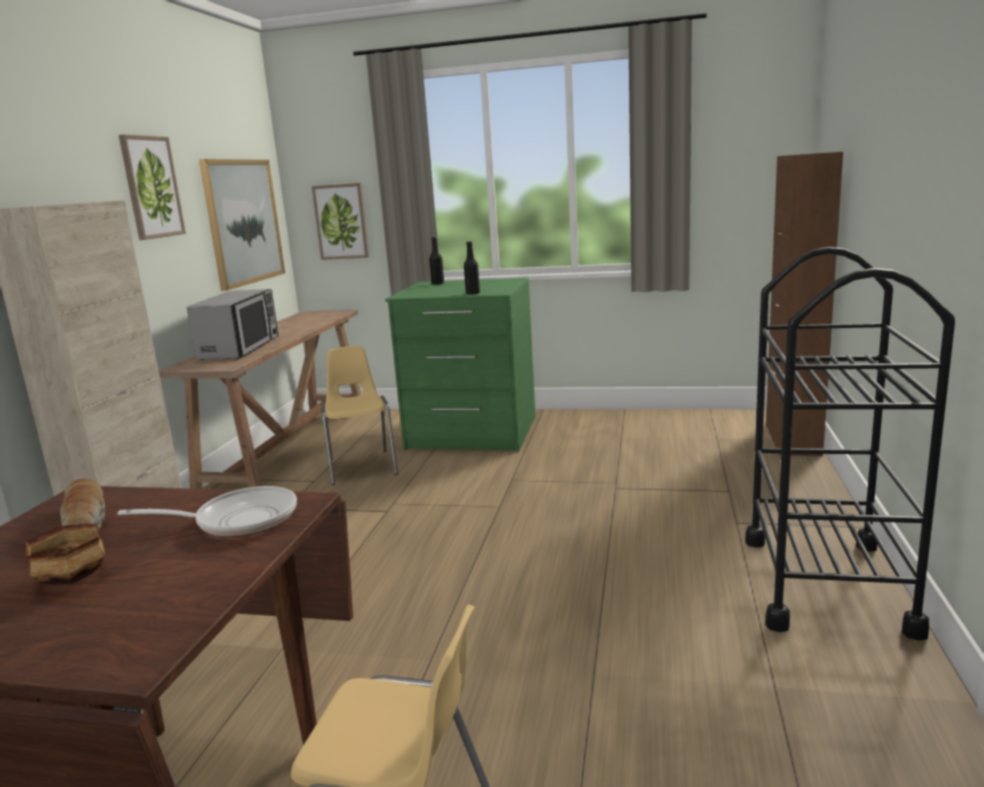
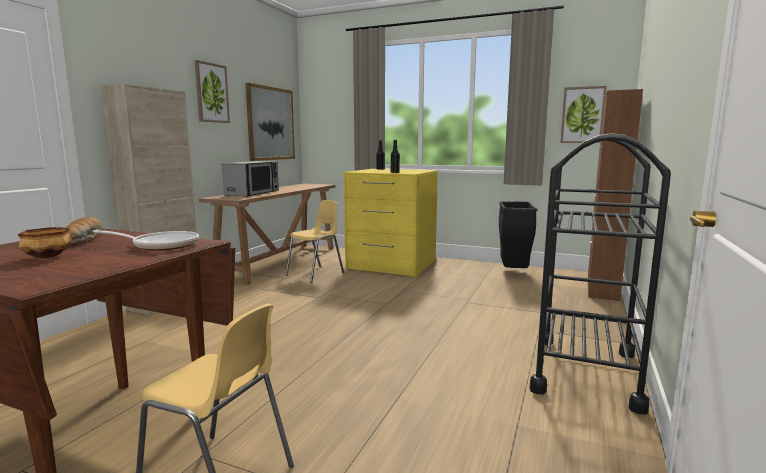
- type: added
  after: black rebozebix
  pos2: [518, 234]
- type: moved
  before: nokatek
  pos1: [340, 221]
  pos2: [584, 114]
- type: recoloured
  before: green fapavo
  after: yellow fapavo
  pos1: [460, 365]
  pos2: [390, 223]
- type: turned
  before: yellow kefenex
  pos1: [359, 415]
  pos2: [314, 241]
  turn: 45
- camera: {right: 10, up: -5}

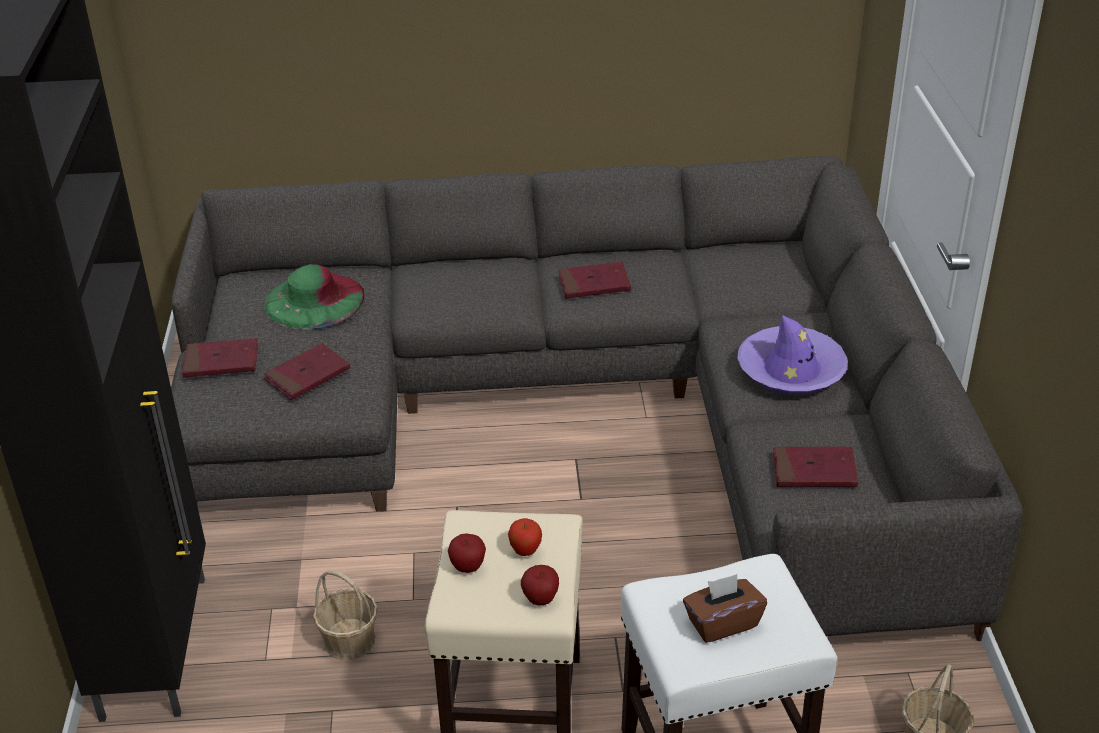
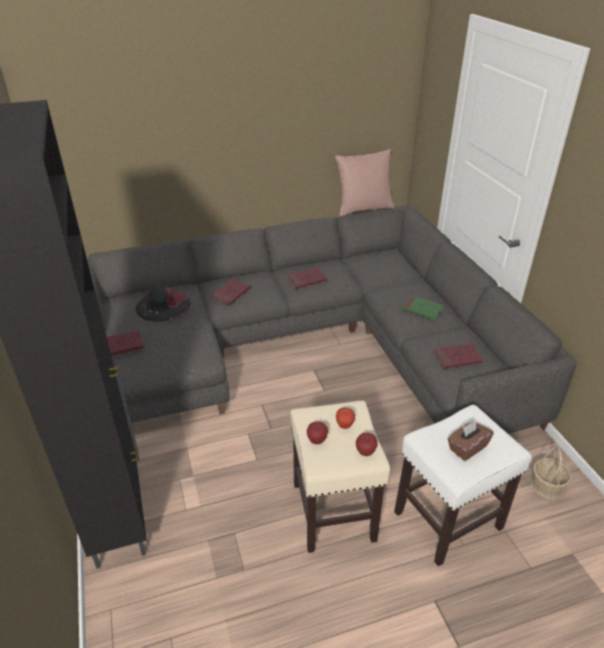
- type: removed
  before: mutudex
  pos1: [345, 615]
- type: added
  after: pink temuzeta
  pos2: [365, 183]
- type: moved
  before: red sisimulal
  pos1: [307, 371]
  pos2: [231, 292]
- type: replaced
  before: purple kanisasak
  after: green sisimulal
  pos1: [792, 354]
  pos2: [422, 307]
- type: recoloured
  before: green kanisasak
  after: black kanisasak
  pos1: [314, 297]
  pos2: [163, 304]
- camera: {right: -15, up: 0}

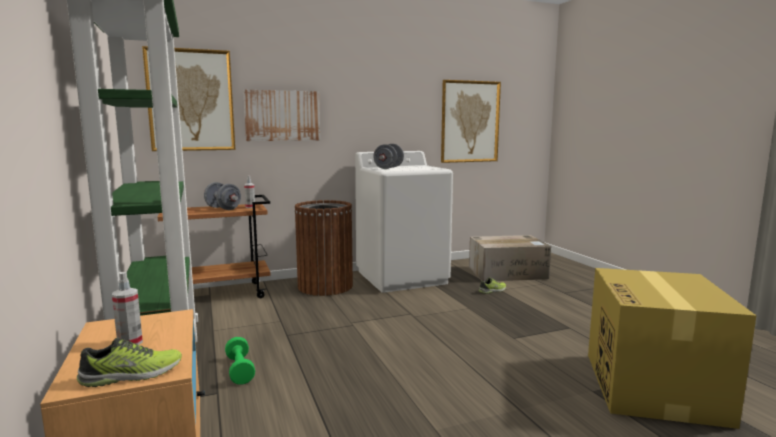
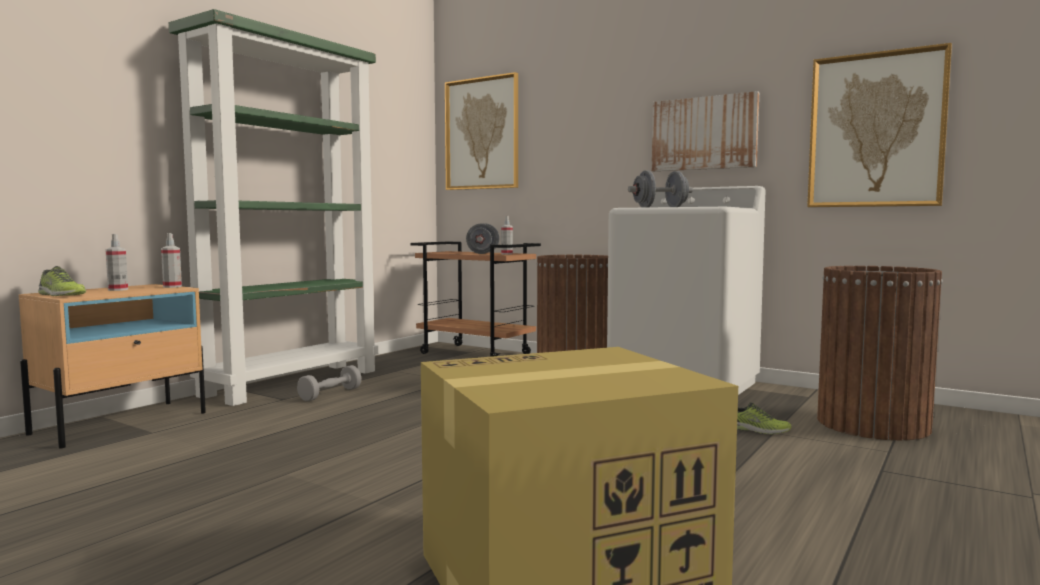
- type: added
  after: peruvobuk
  pos2: [171, 260]
- type: moved
  before: nokatek
  pos1: [281, 115]
  pos2: [705, 131]
- type: replaced
  before: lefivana
  after: brown rebozebix
  pos1: [510, 258]
  pos2: [880, 353]
- type: recoloured
  before: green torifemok
  after: grey torifemok
  pos1: [240, 361]
  pos2: [329, 383]
- camera: {right: 55, up: -5}

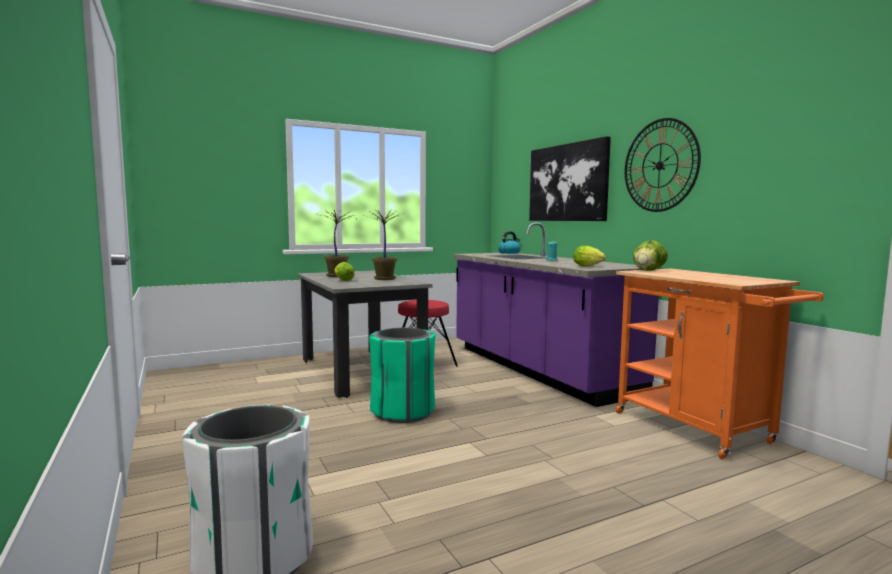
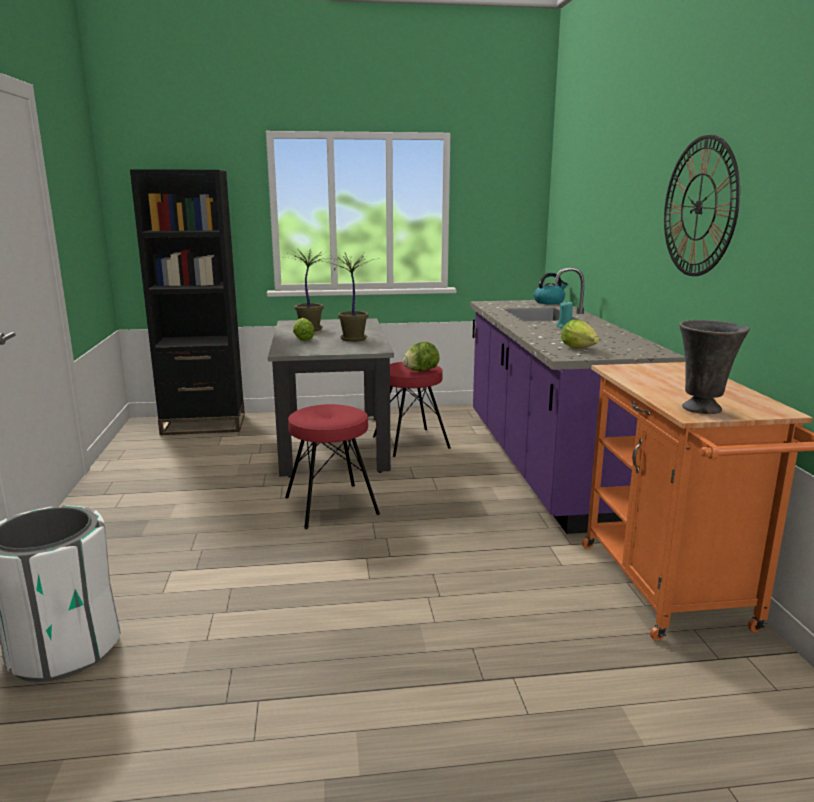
- type: removed
  before: nokatek
  pos1: [570, 178]
- type: added
  after: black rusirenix
  pos2: [187, 302]
- type: added
  after: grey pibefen
  pos2: [714, 367]
- type: moved
  before: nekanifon
  pos1: [650, 255]
  pos2: [420, 356]
- type: replaced
  before: green rebozebix
  after: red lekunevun
  pos1: [402, 375]
  pos2: [332, 466]
- camera: {right: 20, up: 10}

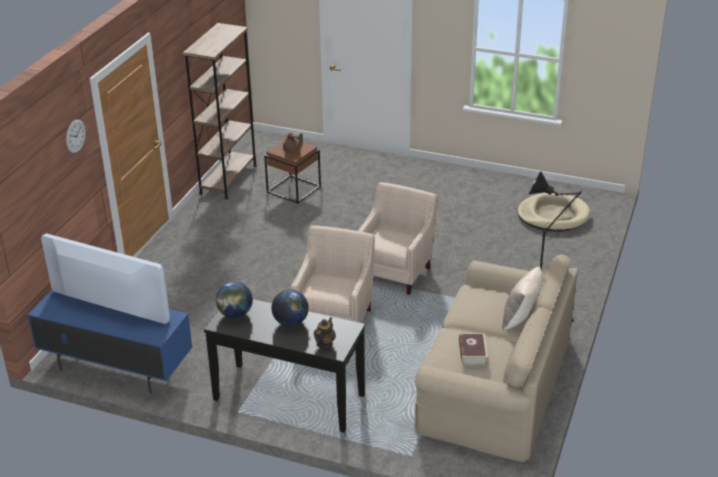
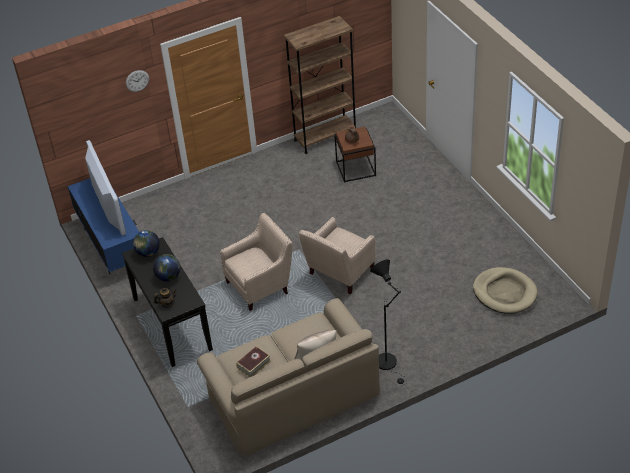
- type: turned
  before: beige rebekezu
  pos1: [398, 238]
  pos2: [337, 255]
  turn: 150
- camera: {right: 45, up: 10}

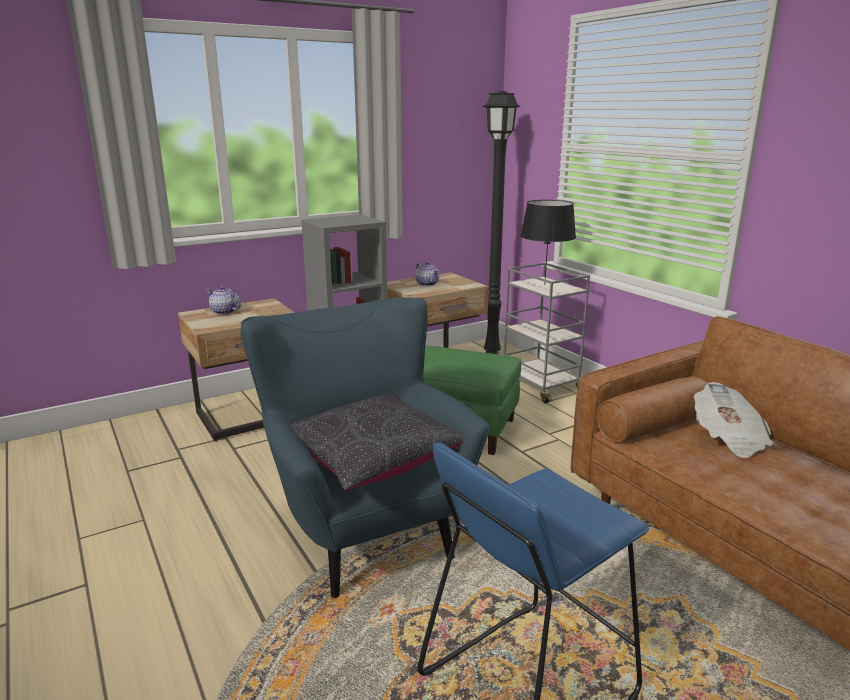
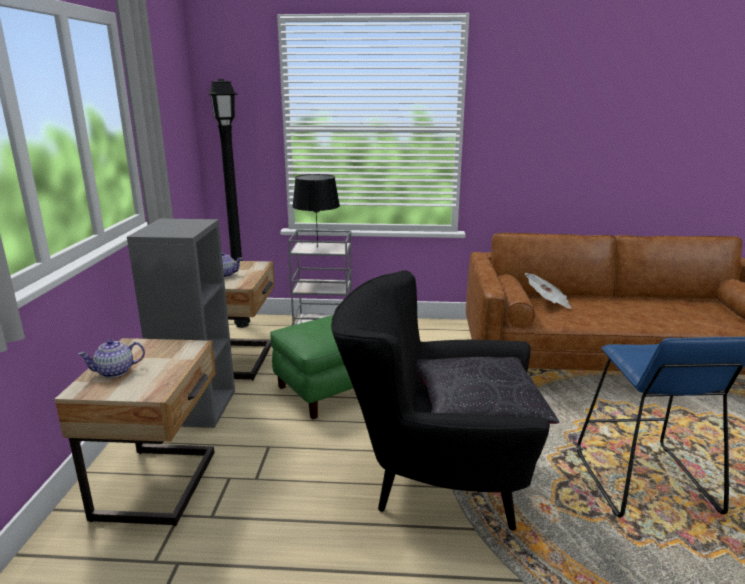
- type: recoloured
  before: blue rebekezu
  after: black rebekezu
  pos1: [365, 447]
  pos2: [440, 400]
- camera: {right: -55, up: 0}

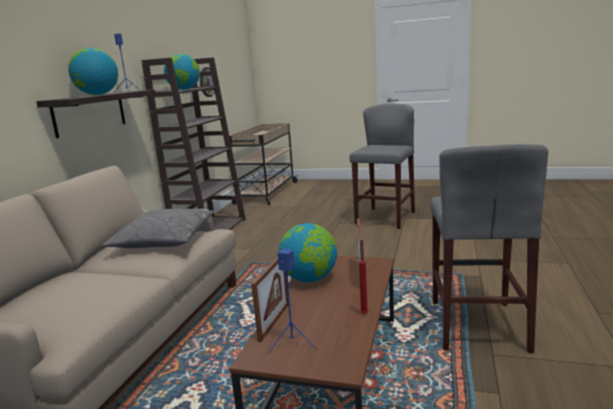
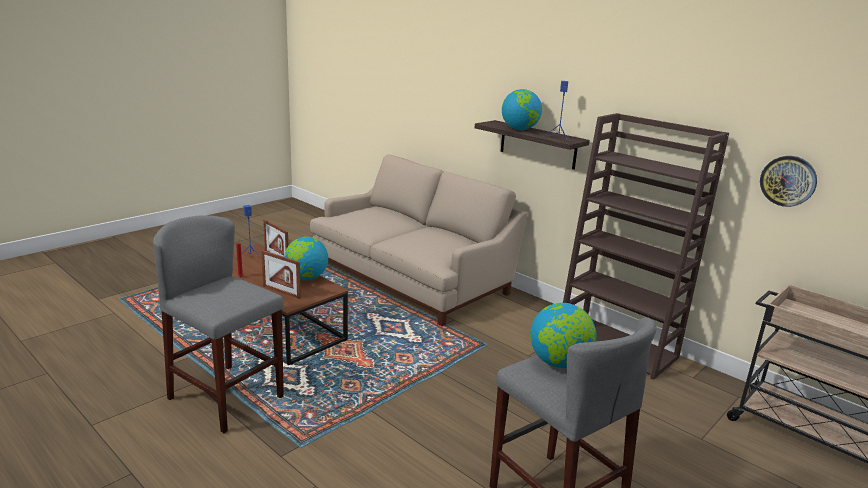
- type: removed
  before: grey temuzeta
  pos1: [158, 228]
- type: moved
  before: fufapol
  pos1: [182, 72]
  pos2: [563, 335]
- camera: {right: 115, up: 5}

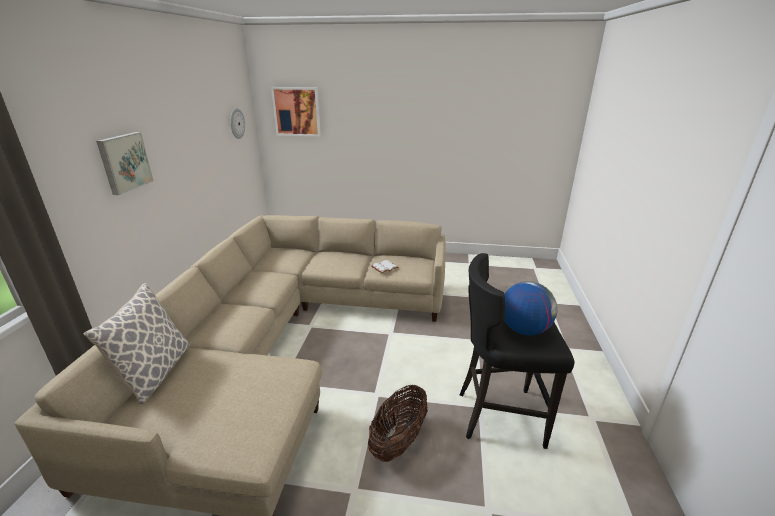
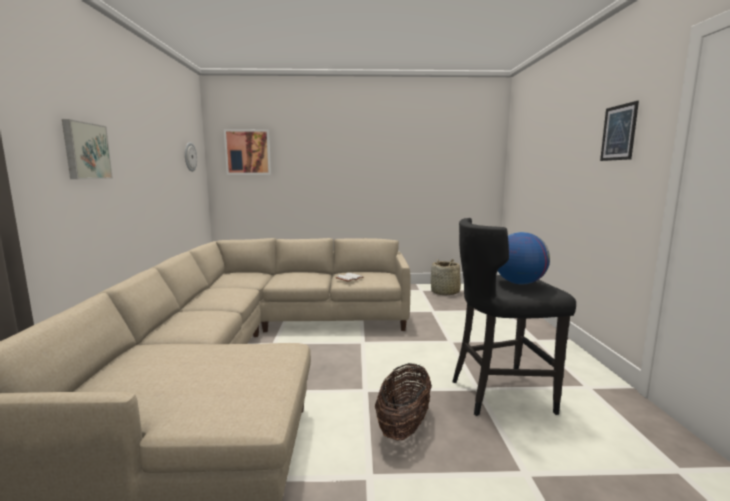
- type: removed
  before: temuzeta
  pos1: [137, 344]
- type: added
  after: mutudex
  pos2: [446, 277]
- type: added
  after: nokatek
  pos2: [619, 131]
- camera: {right: -10, up: -15}

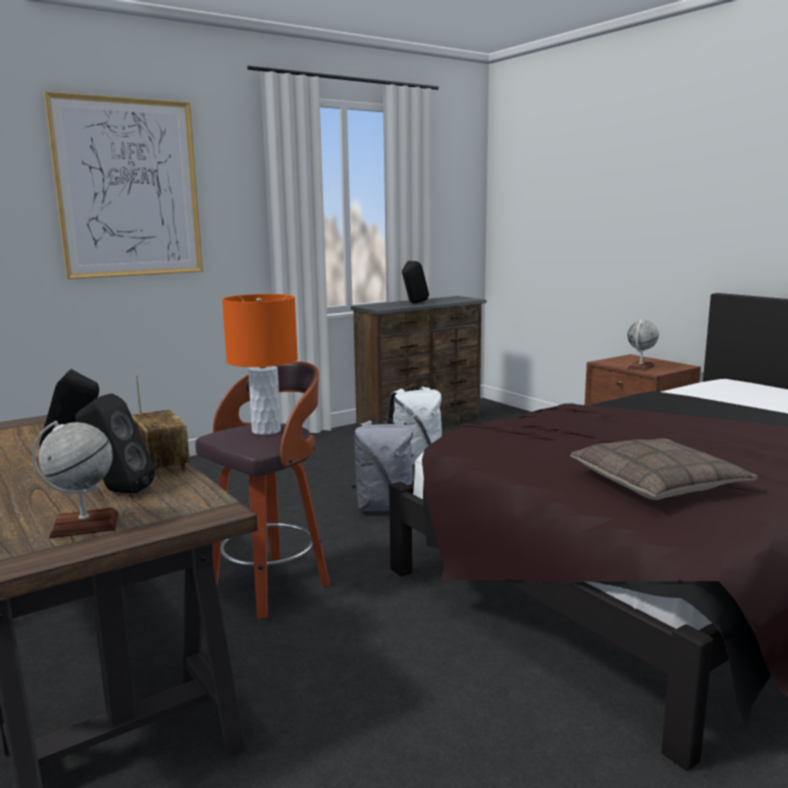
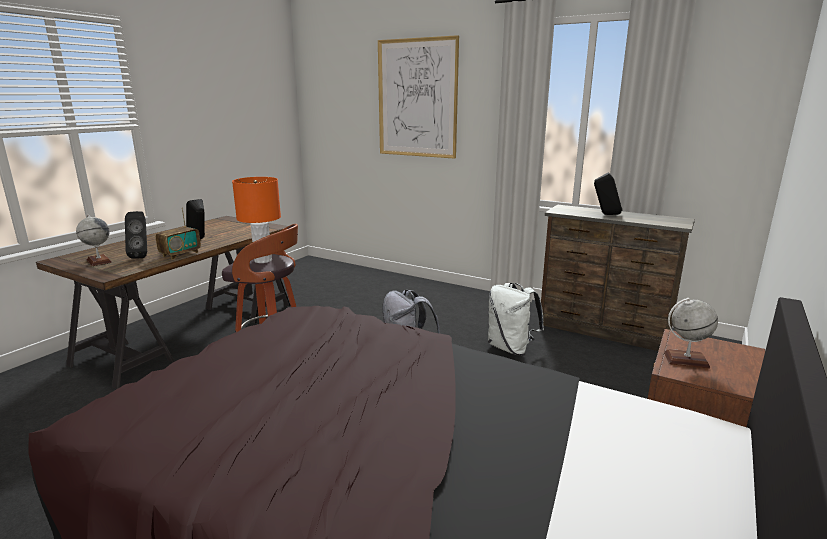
- type: removed
  before: temuzeta
  pos1: [664, 469]
- camera: {right: 65, up: 5}

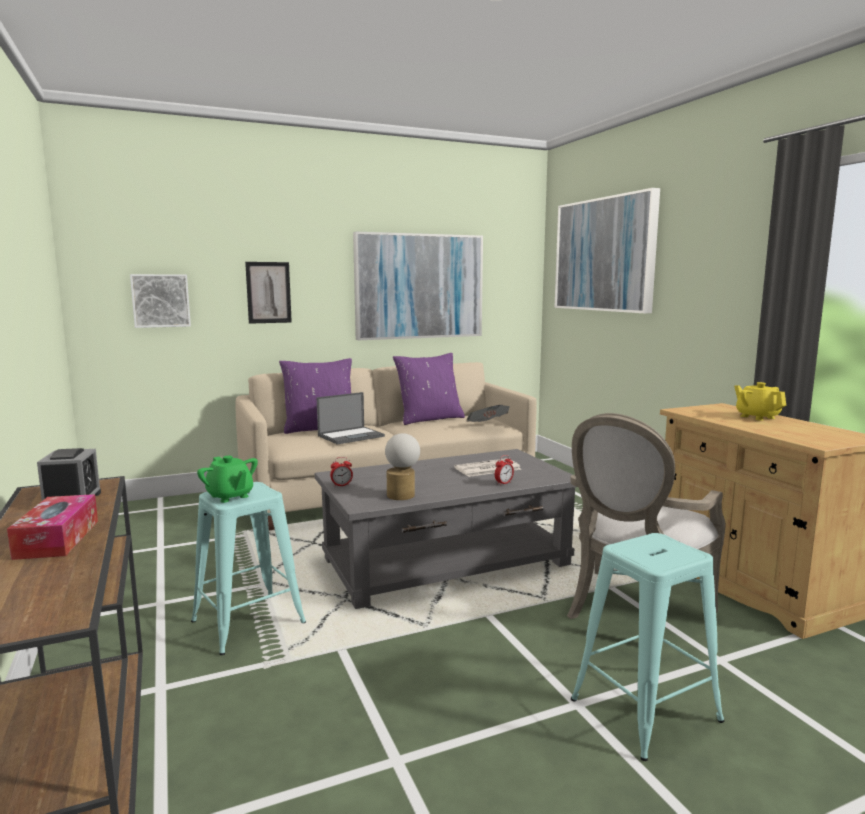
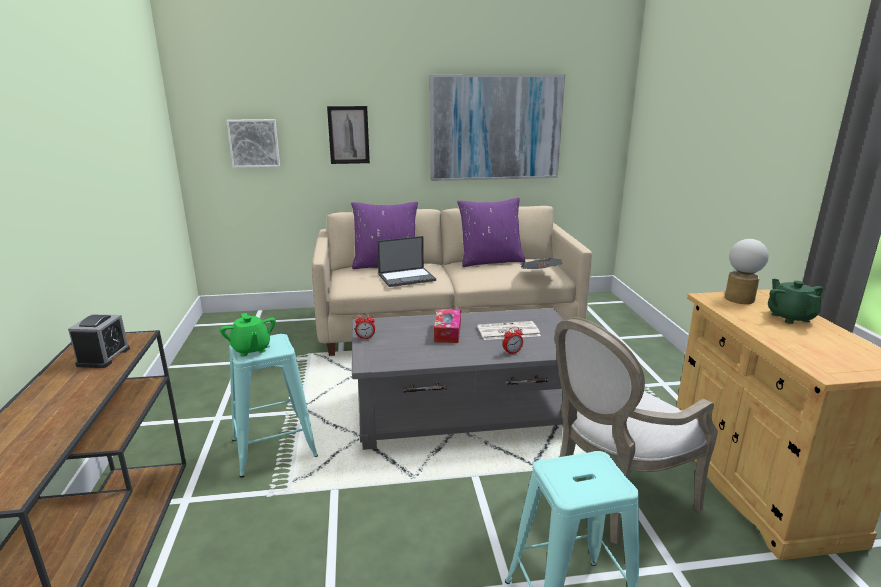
- type: removed
  before: nokatek
  pos1: [607, 250]
- type: moved
  before: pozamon
  pos1: [52, 527]
  pos2: [447, 326]
- type: moved
  before: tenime
  pos1: [402, 466]
  pos2: [747, 271]
- type: recoloured
  before: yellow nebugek
  after: green nebugek
  pos1: [760, 401]
  pos2: [795, 301]
- camera: {right: 15, up: 10}

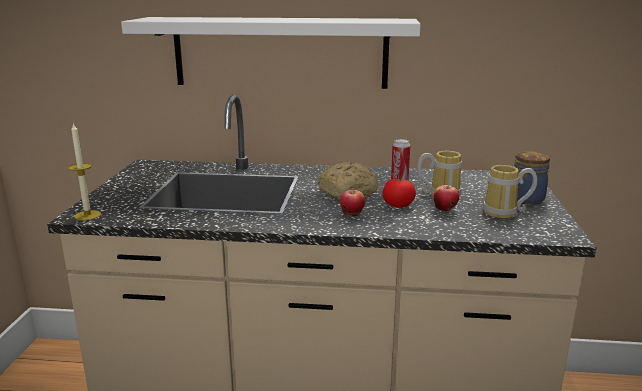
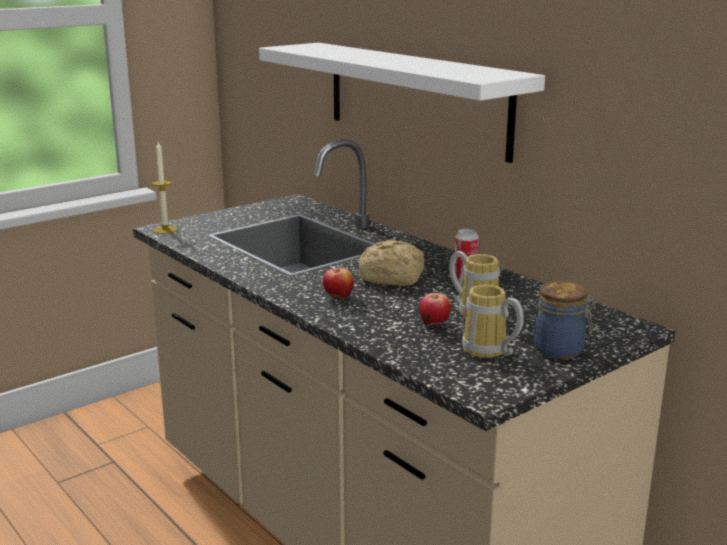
- type: removed
  before: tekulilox
  pos1: [399, 193]
- camera: {right: 45, up: 0}

